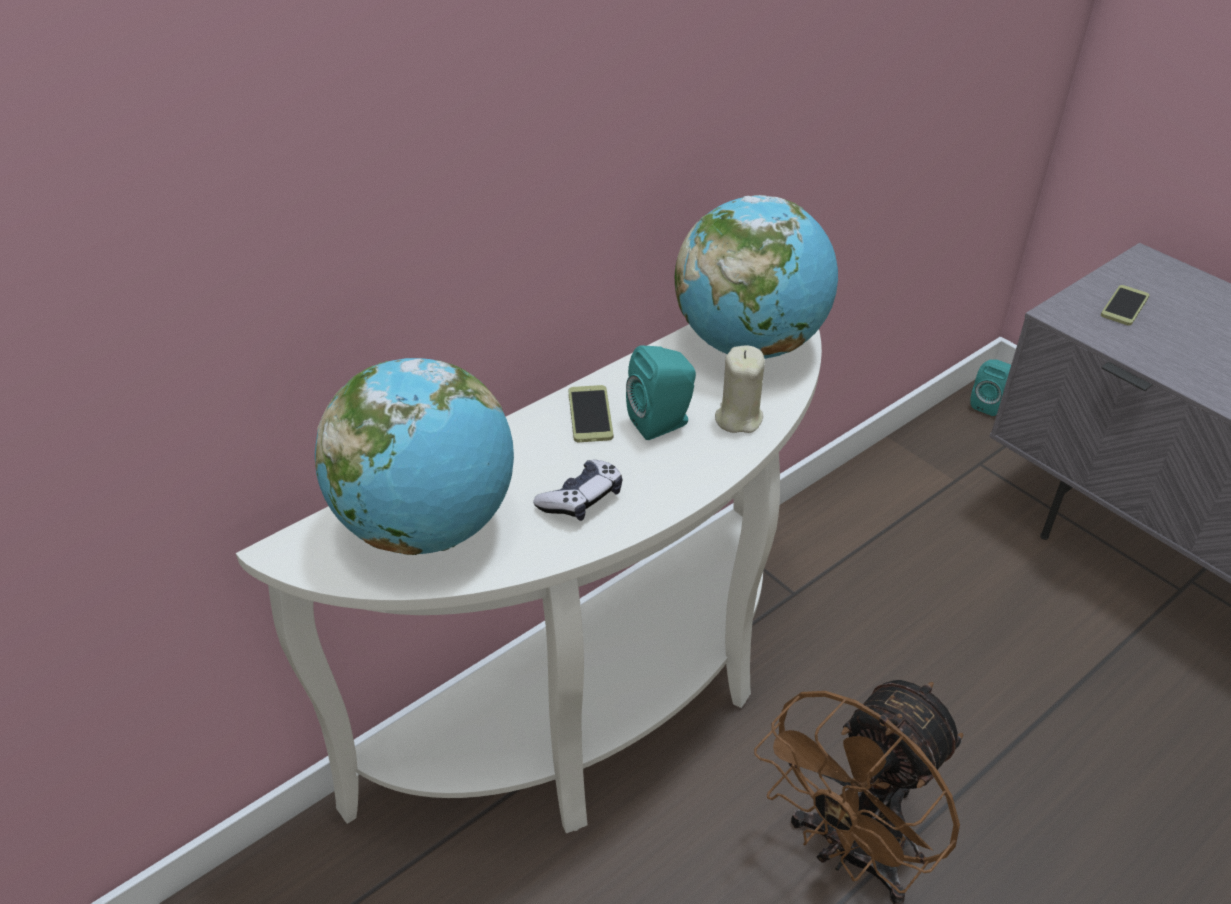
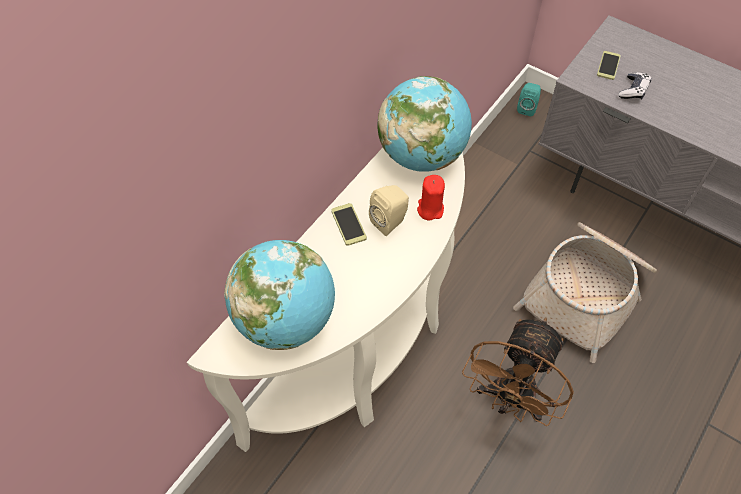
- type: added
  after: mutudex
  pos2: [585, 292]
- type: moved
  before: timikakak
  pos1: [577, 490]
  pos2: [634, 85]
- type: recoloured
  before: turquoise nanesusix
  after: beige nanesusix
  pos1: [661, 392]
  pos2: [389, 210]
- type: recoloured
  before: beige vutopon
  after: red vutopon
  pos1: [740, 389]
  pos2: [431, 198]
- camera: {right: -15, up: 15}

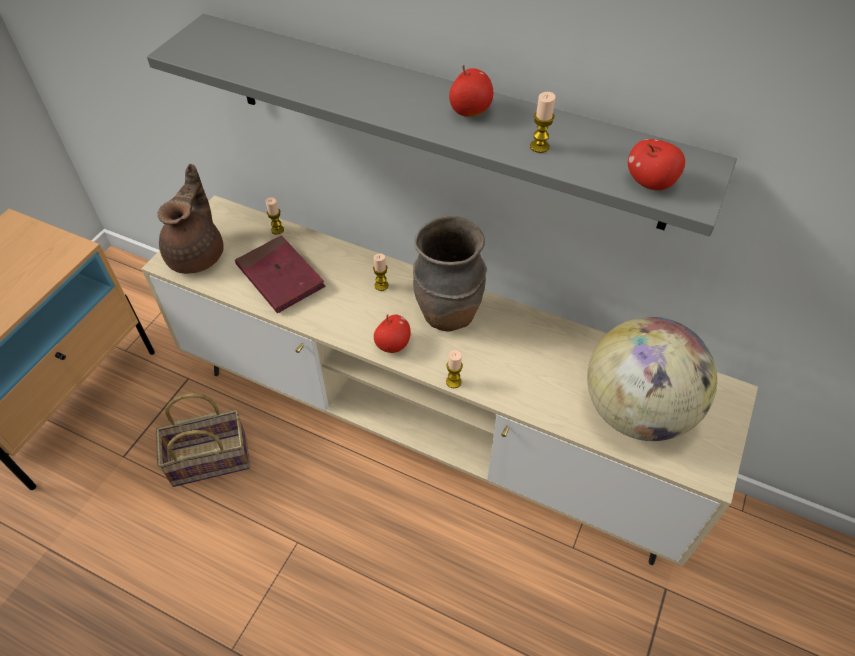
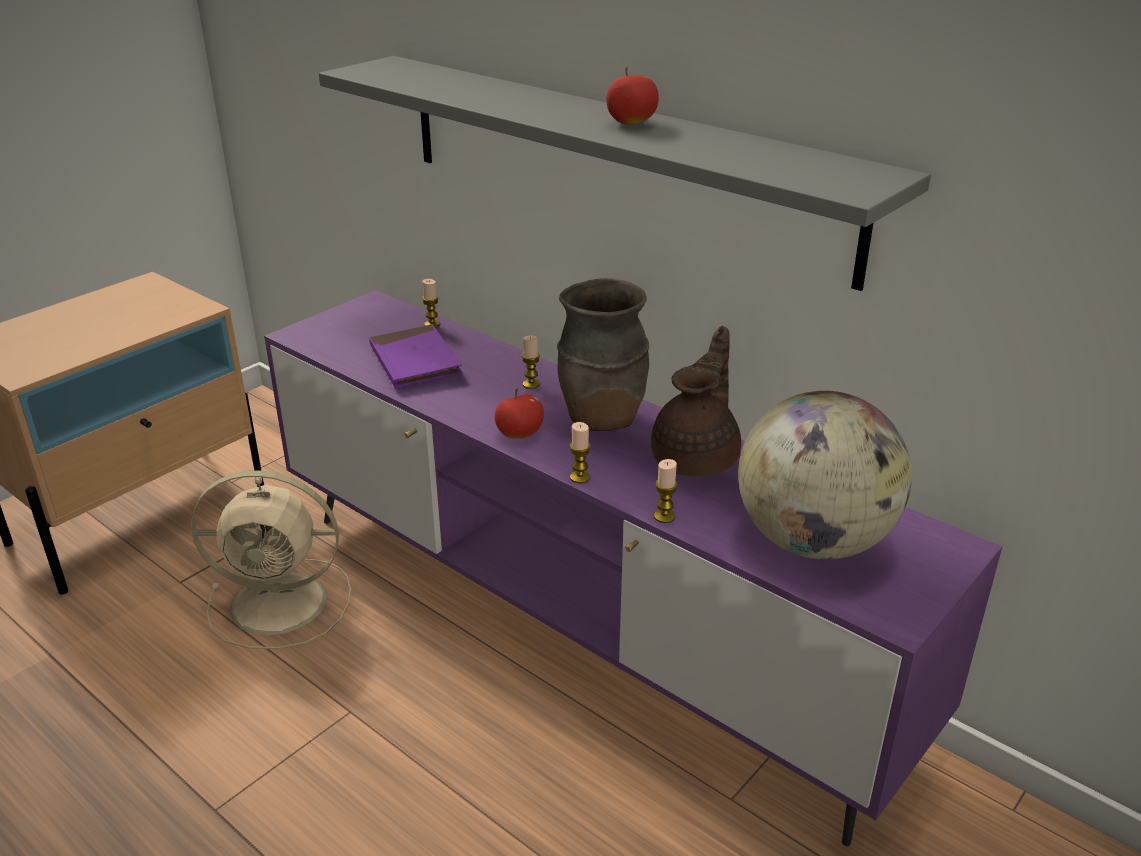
- type: removed
  before: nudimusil
  pos1: [656, 164]
- type: moved
  before: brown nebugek
  pos1: [191, 219]
  pos2: [696, 401]
- type: moved
  before: vutopon
  pos1: [542, 122]
  pos2: [666, 491]
- type: replaced
  before: mutudex
  after: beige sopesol
  pos1: [203, 440]
  pos2: [271, 559]
- type: recoloured
  before: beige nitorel
  after: purple nitorel
  pos1: [450, 380]
  pos2: [633, 568]
- type: recoloured
  before: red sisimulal
  after: purple sisimulal
  pos1: [280, 274]
  pos2: [416, 356]
- camera: {right: 15, up: -20}

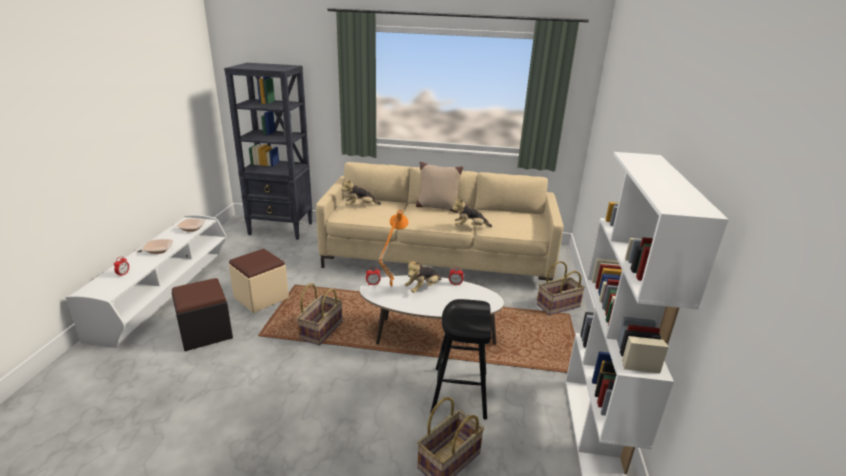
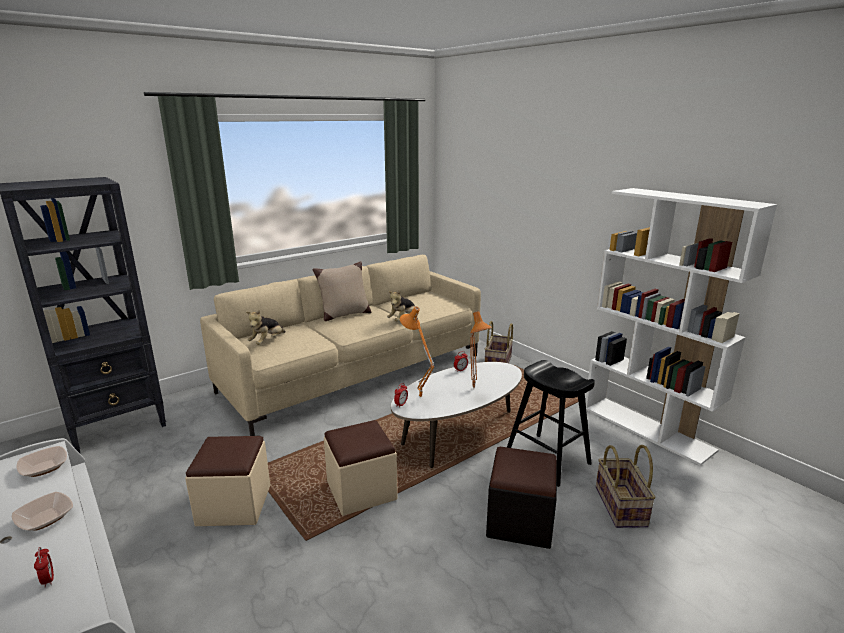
- type: removed
  before: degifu
  pos1: [423, 277]
- type: added
  after: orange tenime
  pos2: [481, 349]
- type: moved
  before: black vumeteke
  pos1: [202, 314]
  pos2: [521, 498]
- type: replaced
  before: mutudex
  after: beige vumeteke
  pos1: [320, 314]
  pos2: [361, 468]
- camera: {right: -45, up: -5}

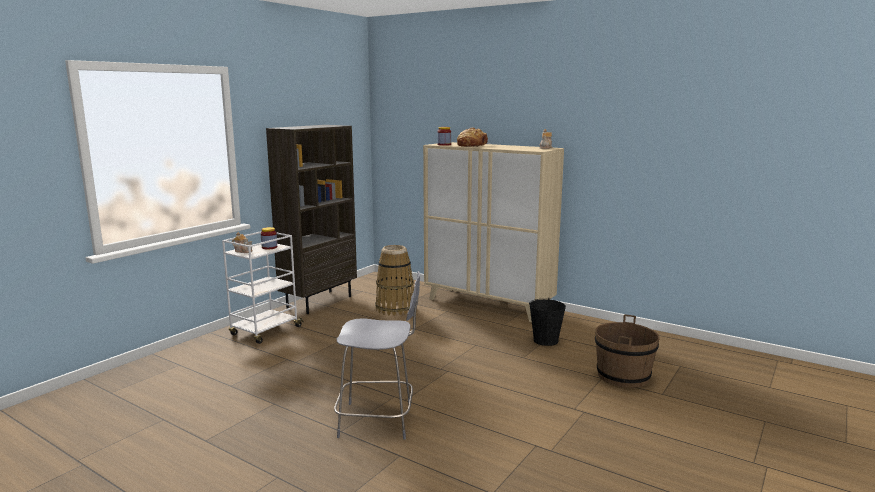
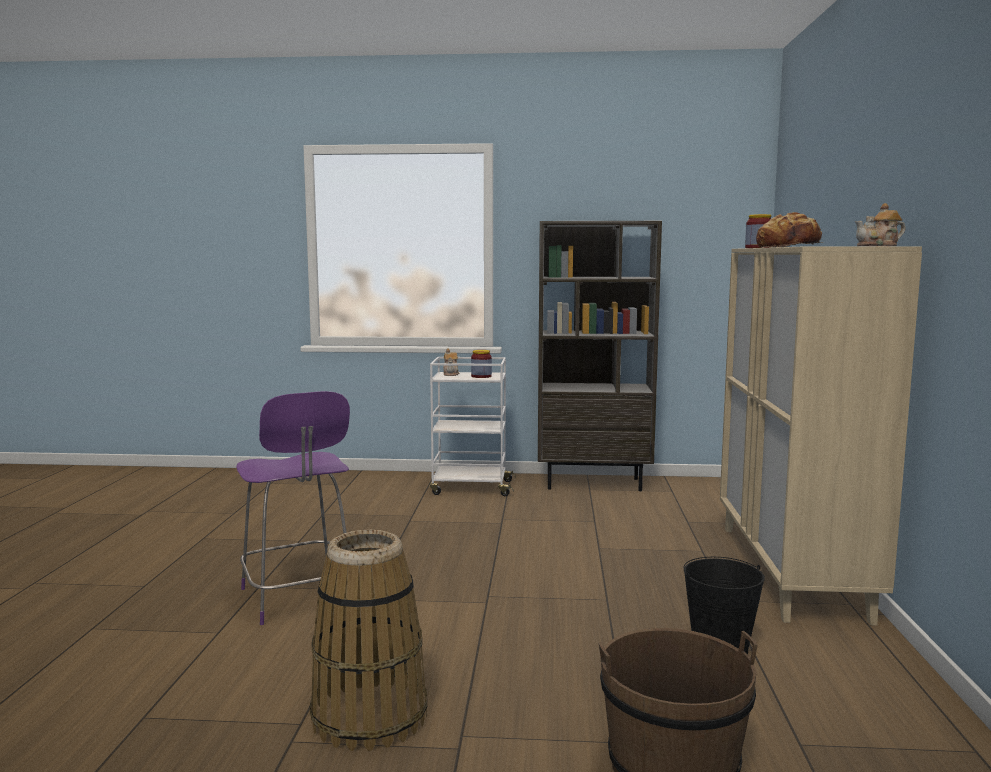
- type: moved
  before: mutudex
  pos1: [394, 280]
  pos2: [368, 640]
- type: recoloured
  before: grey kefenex
  after: purple kefenex
  pos1: [377, 355]
  pos2: [293, 508]
- camera: {right: 60, up: -5}

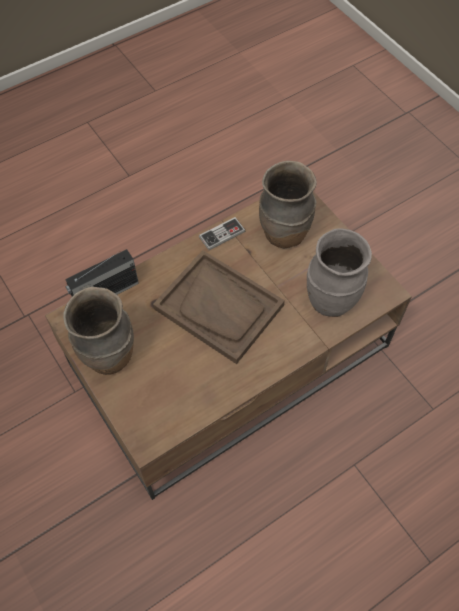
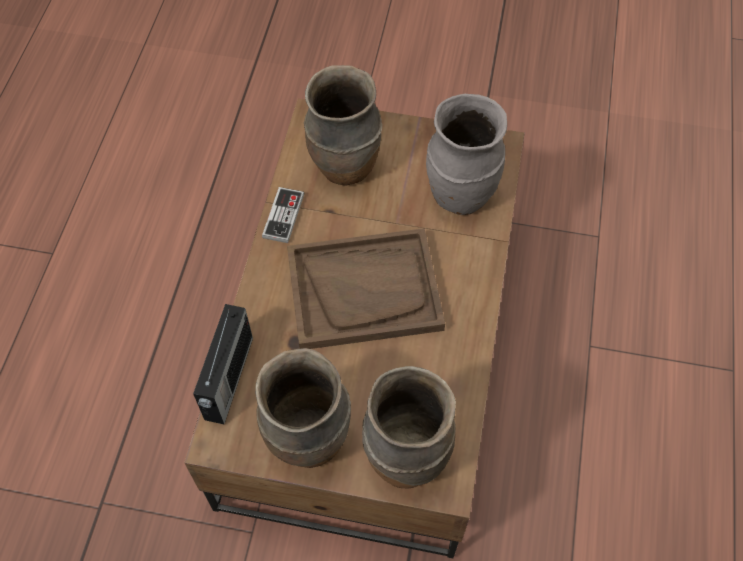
- type: added
  after: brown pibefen
  pos2: [409, 427]
- camera: {right: -45, up: 0}

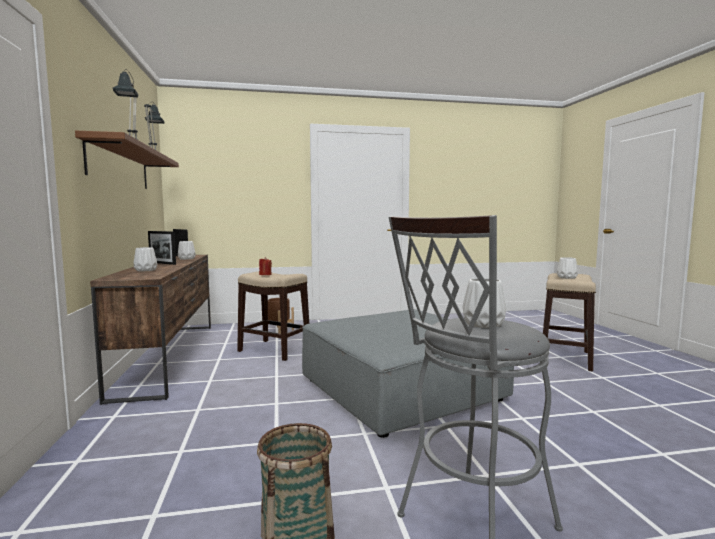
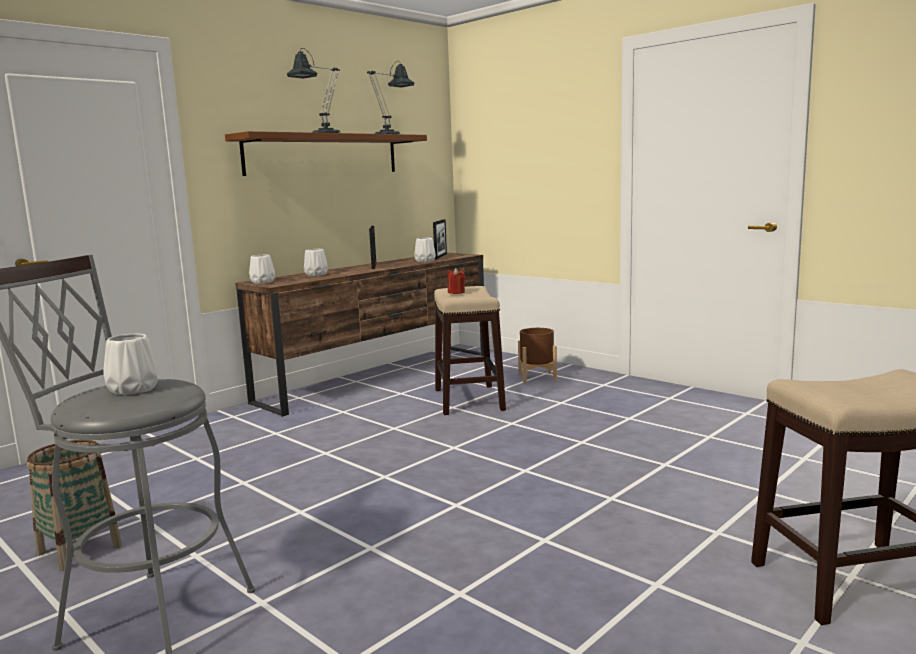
- type: removed
  before: grey vumeteke
  pos1: [408, 373]
- type: moved
  before: white pibefen
  pos1: [567, 268]
  pos2: [262, 269]
- camera: {right: 55, up: 5}

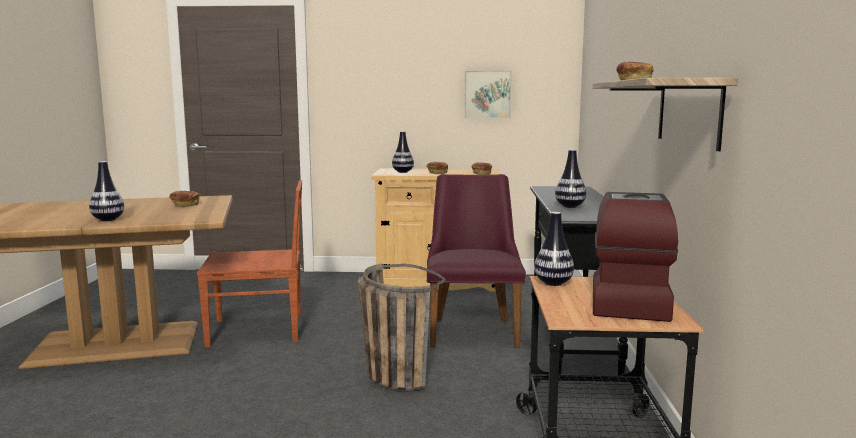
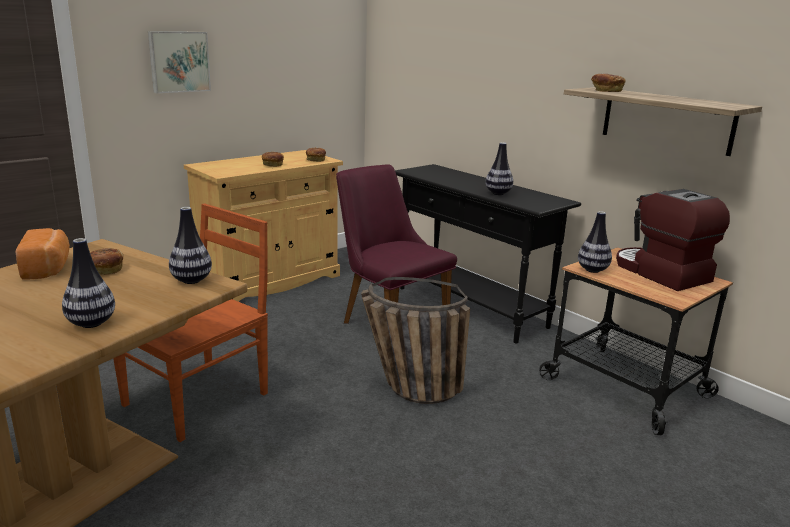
- type: added
  after: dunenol
  pos2: [43, 254]
- type: moved
  before: pibefen
  pos1: [403, 152]
  pos2: [190, 245]
- type: moved
  before: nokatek
  pos1: [488, 94]
  pos2: [179, 62]
- camera: {right: -45, up: 10}

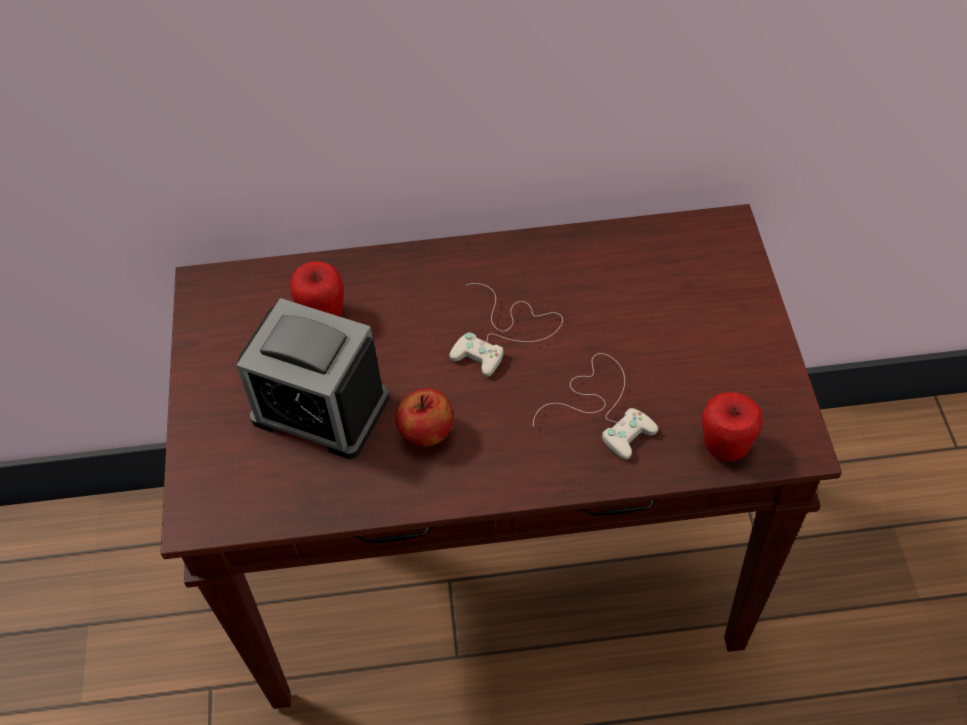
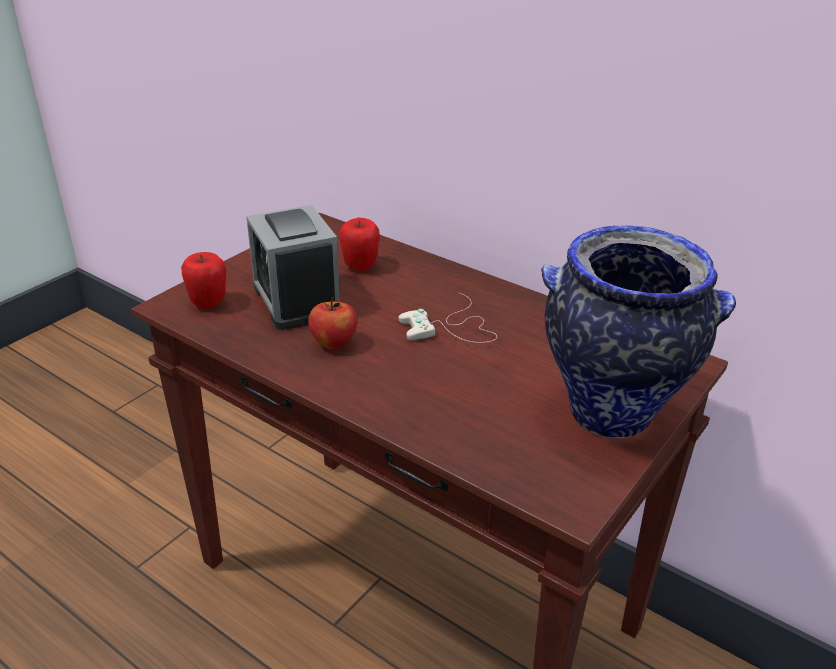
- type: removed
  before: white timikakak
  pos1: [595, 406]
- type: added
  after: pibefen
  pos2: [638, 332]
- type: moved
  before: nudimusil
  pos1: [732, 426]
  pos2: [203, 280]
- camera: {right: 40, up: -20}

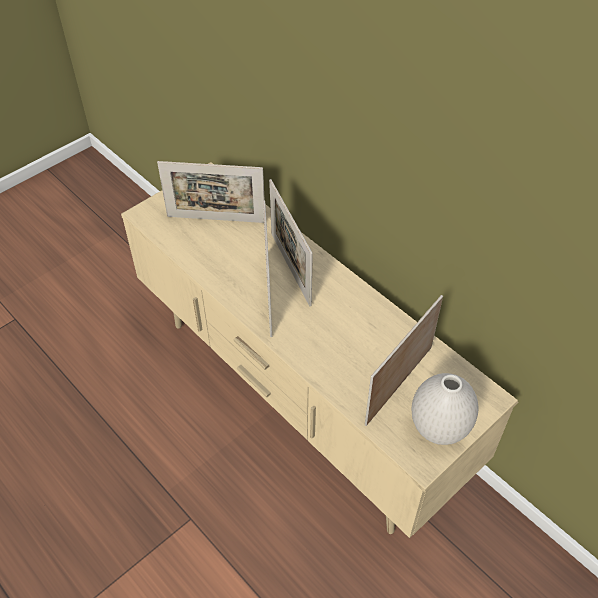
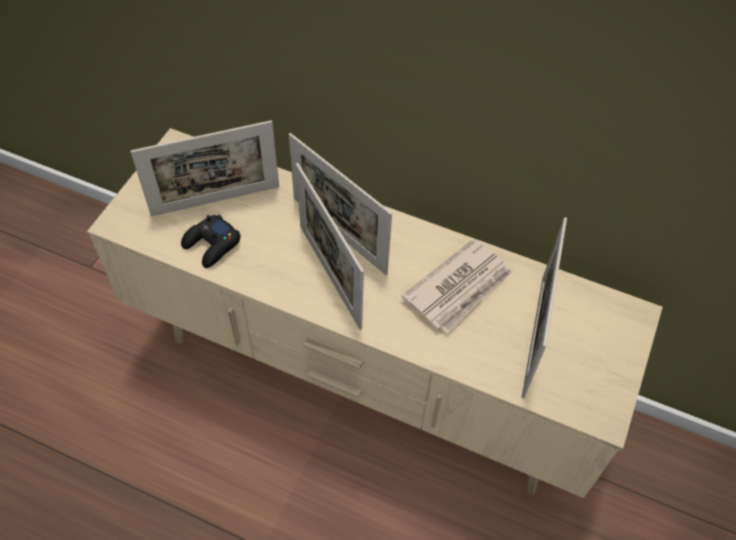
- type: removed
  before: white pibefen
  pos1: [445, 409]
- type: added
  after: black timikakak
  pos2: [211, 241]
- type: added
  after: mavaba
  pos2: [456, 285]
- camera: {right: -25, up: 5}

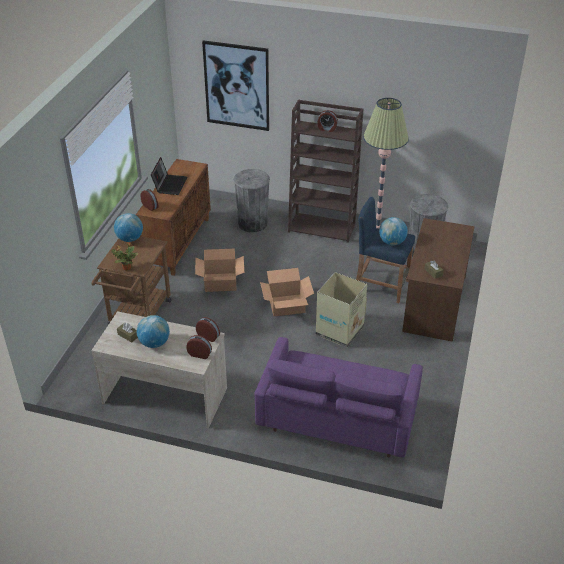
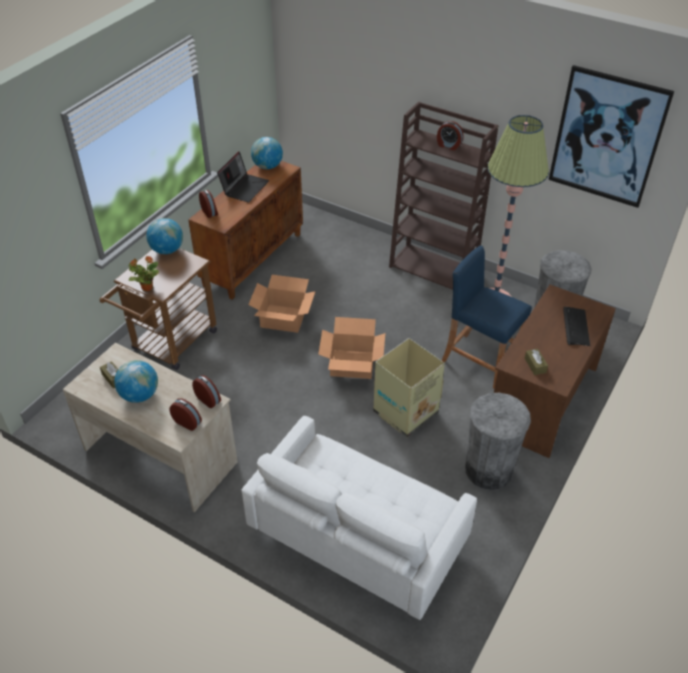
- type: added
  after: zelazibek
  pos2: [576, 326]
- type: moved
  before: nokatek
  pos1: [235, 85]
  pos2: [611, 136]
- type: moved
  before: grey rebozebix
  pos1: [251, 200]
  pos2: [498, 441]
- type: moved
  before: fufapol
  pos1: [393, 231]
  pos2: [267, 153]
- type: recoloured
  before: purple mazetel
  after: white mazetel
  pos1: [339, 397]
  pos2: [359, 518]
- camera: {right: 15, up: 5}

